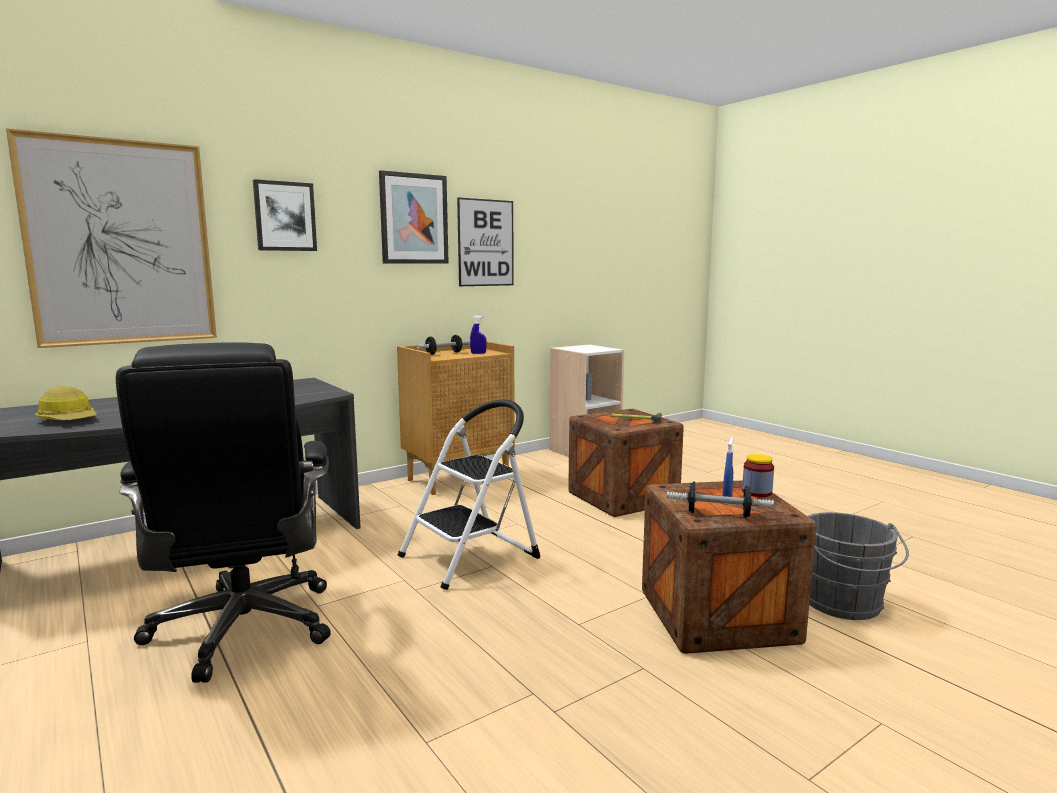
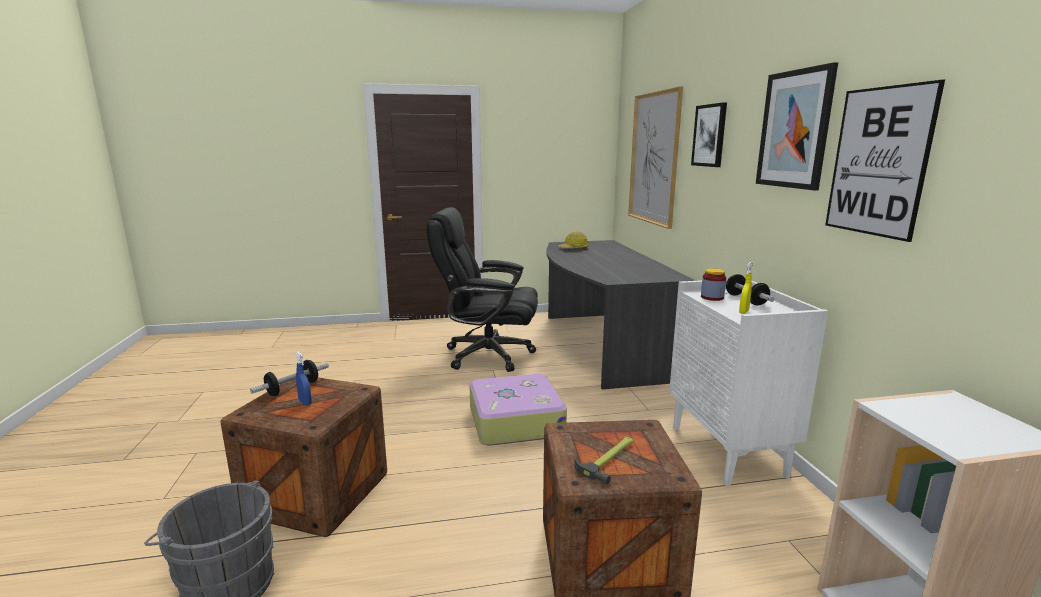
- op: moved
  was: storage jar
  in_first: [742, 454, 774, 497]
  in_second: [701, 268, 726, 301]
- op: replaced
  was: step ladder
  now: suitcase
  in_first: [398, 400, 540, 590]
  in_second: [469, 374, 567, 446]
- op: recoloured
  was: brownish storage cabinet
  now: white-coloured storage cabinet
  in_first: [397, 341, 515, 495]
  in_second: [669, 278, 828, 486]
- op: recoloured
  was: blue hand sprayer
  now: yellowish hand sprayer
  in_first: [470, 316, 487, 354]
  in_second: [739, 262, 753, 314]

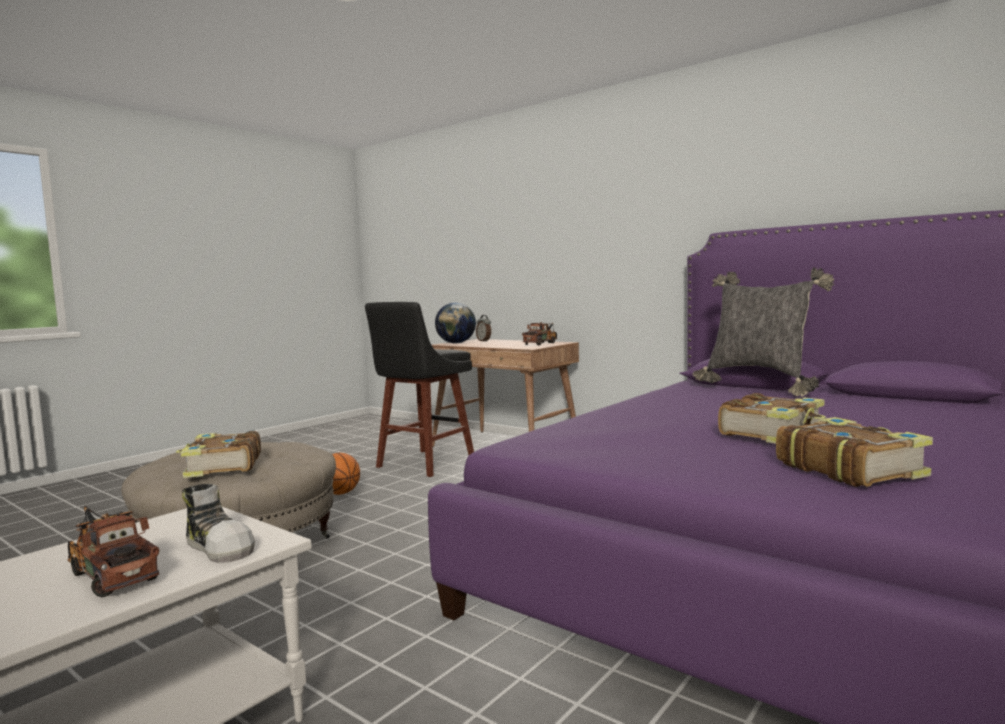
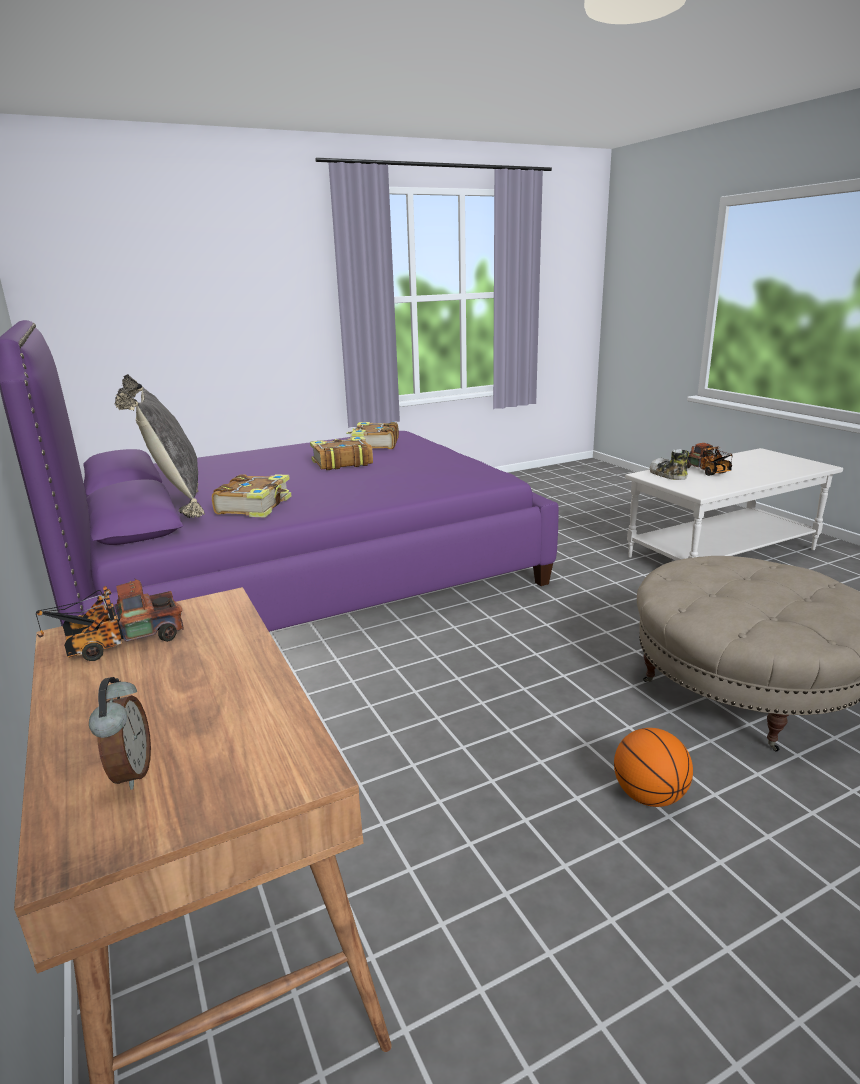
- op: removed
  was: black-coloured stool seat
  in_first: [365, 302, 474, 477]
- op: removed
  was: world globe
  in_first: [435, 303, 476, 343]
- op: moved
  was: bound book
  in_first: [176, 430, 261, 478]
  in_second: [212, 474, 291, 518]

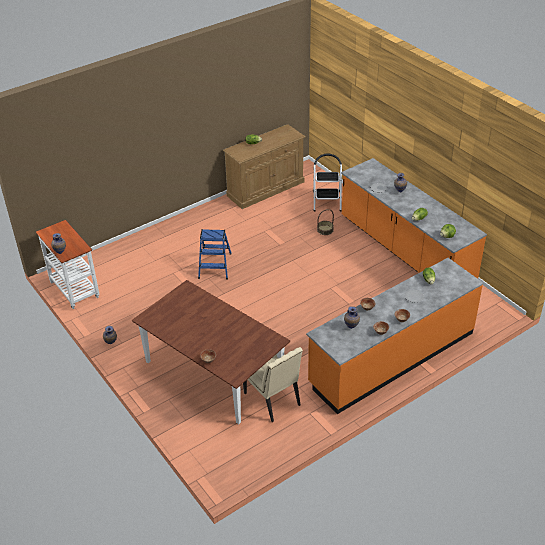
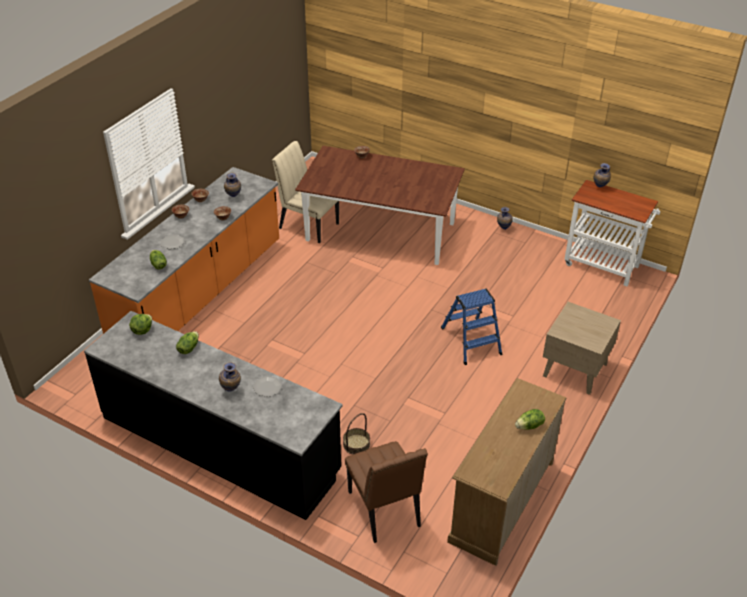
- op: added
  now: sand-coloured night table
  in_second: [543, 302, 621, 395]
- op: replaced
  was: step ladder
  now: brownish upright chair
  in_first: [313, 153, 342, 211]
  in_second: [345, 441, 428, 543]
- op: recoloured
  was: orange kitchen base unit
  now: black-coloured kitchen base unit
  in_first: [341, 158, 487, 279]
  in_second: [84, 311, 343, 520]

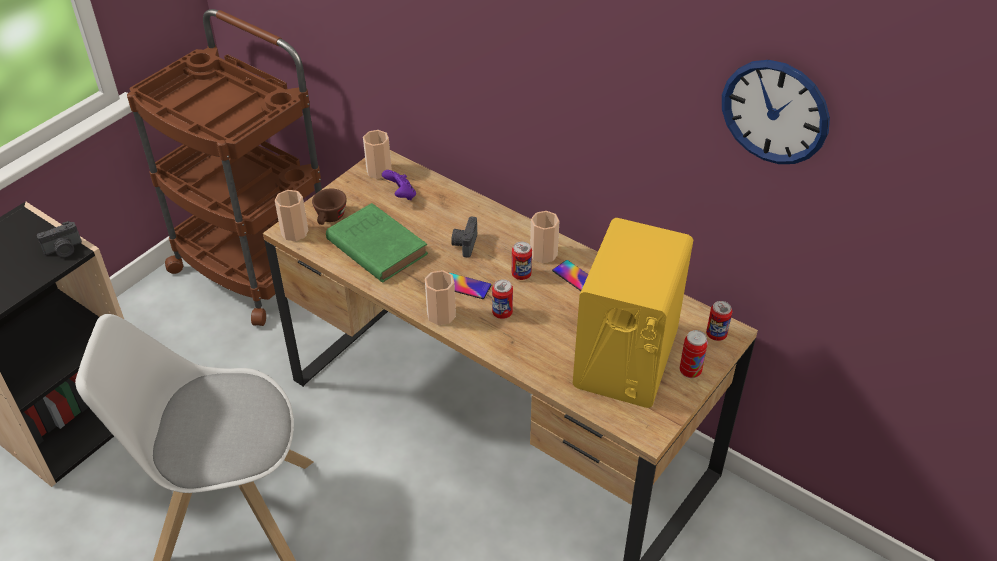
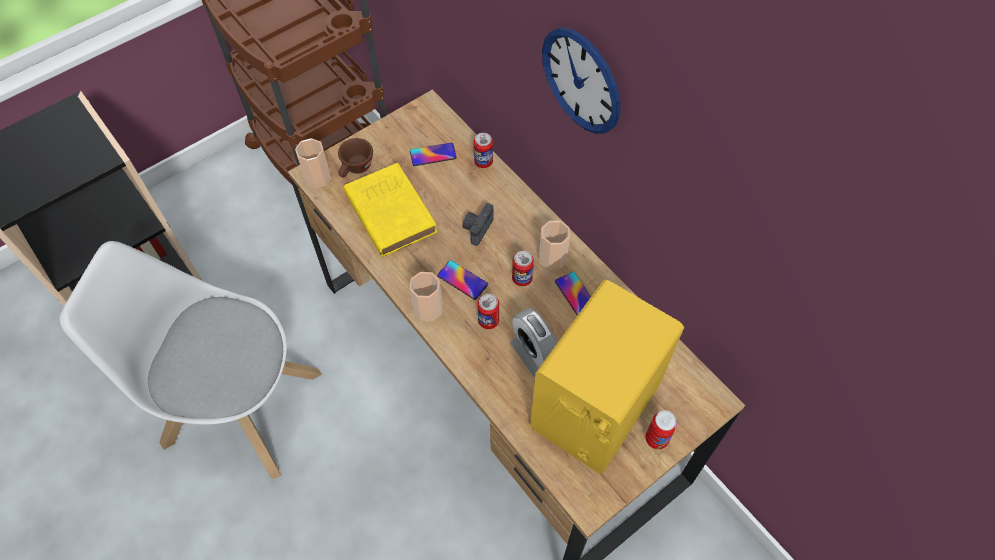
- op: removed
  was: still camera
  in_first: [37, 221, 82, 257]
- op: removed
  was: cup
  in_first: [363, 130, 392, 179]
- op: added
  now: alarm clock
  in_second: [510, 308, 557, 377]
- op: moved
  was: can
  in_first: [706, 301, 732, 341]
  in_second: [474, 133, 493, 168]
- op: moved
  was: wall clock
  in_first: [722, 60, 830, 164]
  in_second: [542, 27, 620, 134]
- op: replaced
  was: purple-coloured game controller
  now: telephone
  in_first: [382, 170, 416, 200]
  in_second: [410, 143, 457, 166]
- op: recoloured
  was: green bound book
  now: yellowish bound book
  in_first: [326, 203, 428, 283]
  in_second: [344, 163, 438, 257]

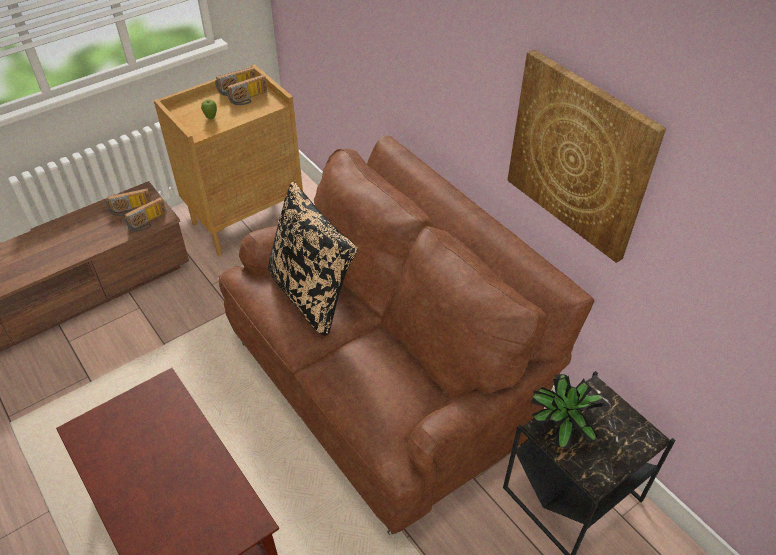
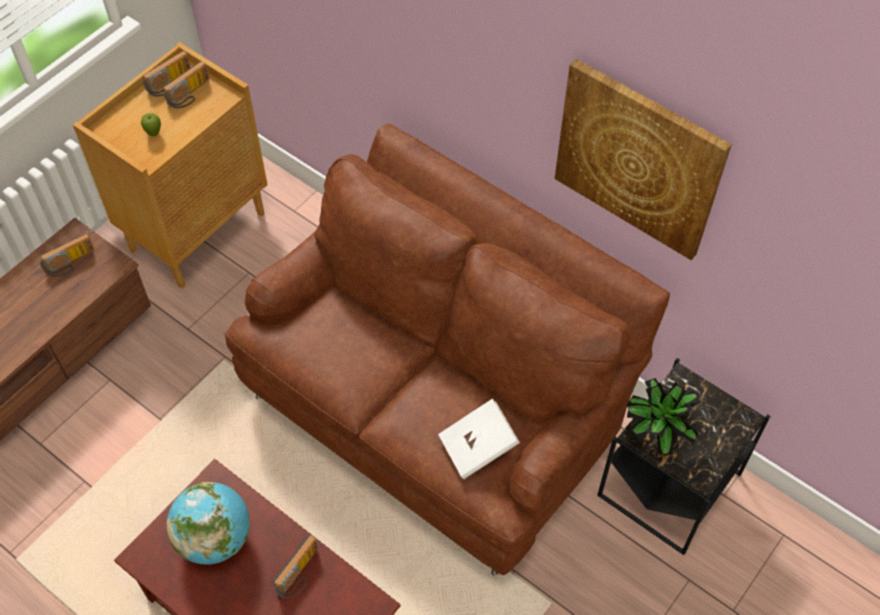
- op: removed
  was: black-coloured pillow
  in_first: [268, 182, 357, 336]
- op: added
  now: world globe
  in_second: [166, 482, 250, 564]
- op: added
  now: white-coloured bound book
  in_second: [438, 399, 520, 479]
- op: moved
  was: radio set
  in_first: [124, 197, 166, 232]
  in_second: [273, 535, 318, 599]

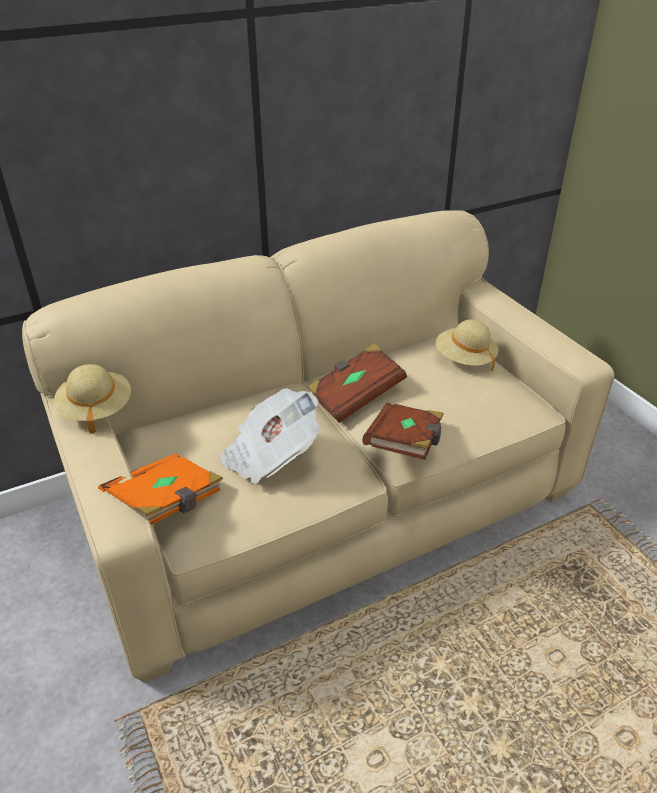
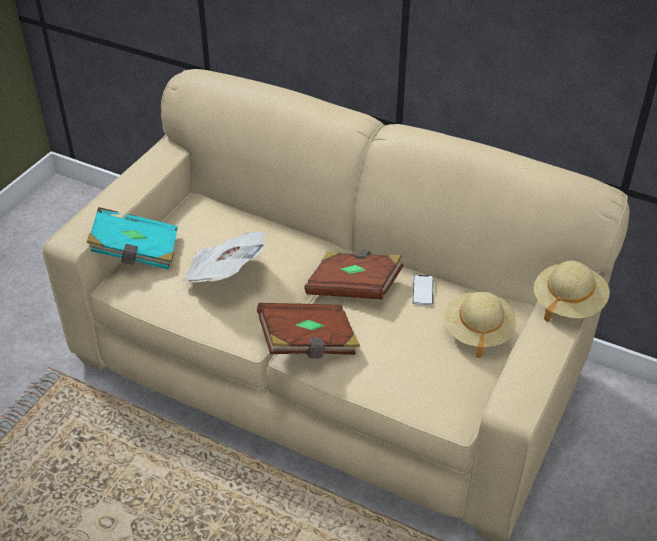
- op: added
  now: telephone
  in_second: [412, 274, 434, 305]
- op: moved
  was: sand-coloured wearable hat
  in_first: [54, 364, 131, 434]
  in_second: [533, 261, 610, 323]
- op: recoloured
  was: orange bound book
  now: turquoise-coloured bound book
  in_first: [98, 453, 223, 525]
  in_second: [87, 207, 178, 270]

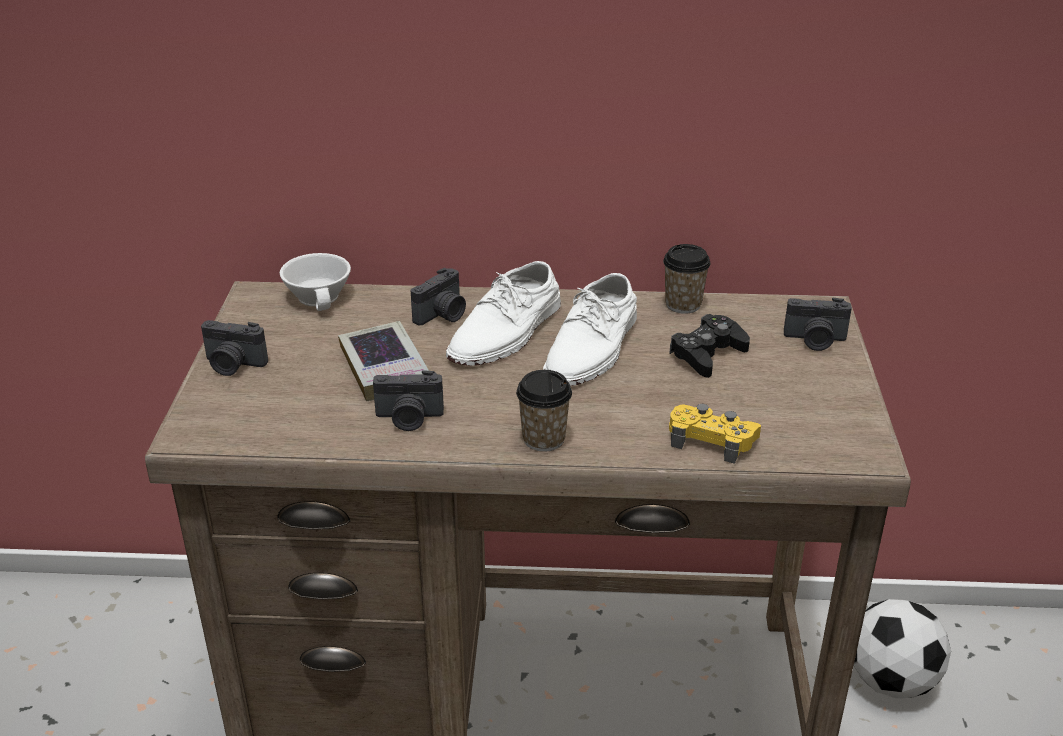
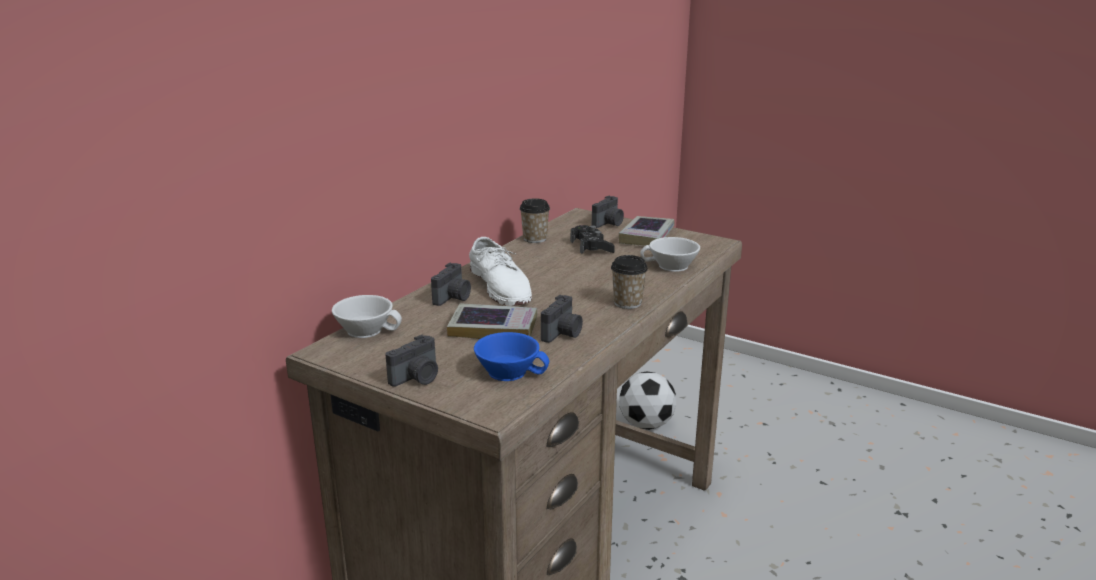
- op: removed
  was: white-coloured item of footwear
  in_first: [543, 273, 637, 386]
- op: added
  now: blue cup
  in_second: [474, 332, 549, 381]
- op: added
  now: bound book
  in_second: [619, 216, 675, 246]
- op: replaced
  was: yellowish game controller
  now: white-coloured cup
  in_first: [669, 404, 761, 464]
  in_second: [641, 237, 700, 272]
- op: turned
  was: still camera
  in_first: [411, 268, 466, 325]
  in_second: [431, 263, 471, 306]
  clockwise: 45

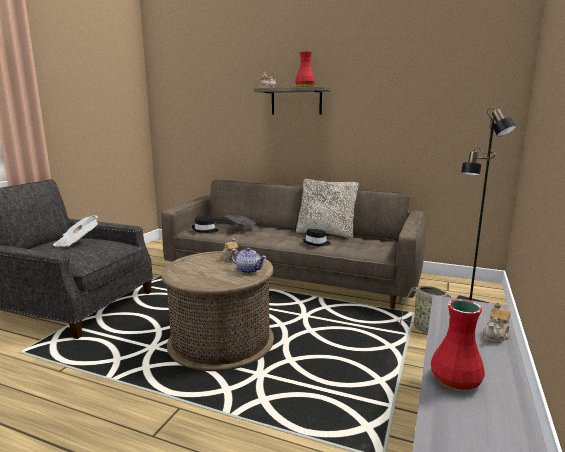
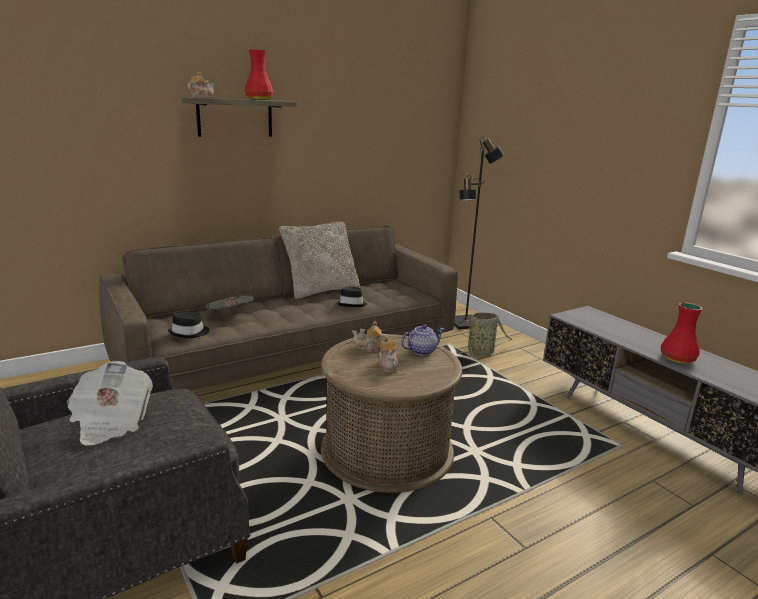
- op: moved
  was: teapot
  in_first: [483, 302, 511, 343]
  in_second: [379, 336, 399, 373]

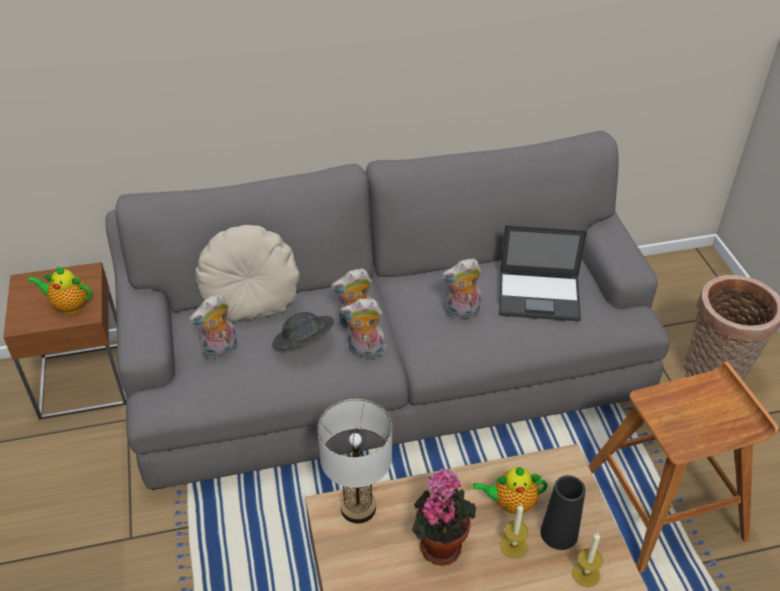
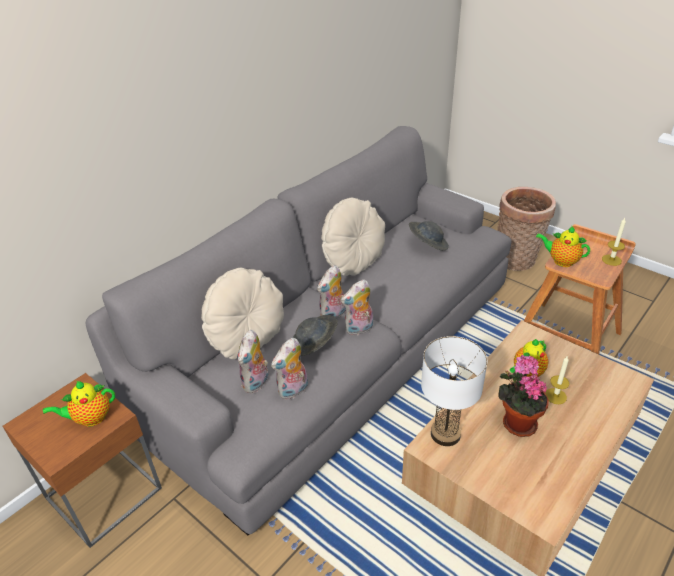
- op: removed
  was: black-coloured vase
  in_first: [540, 475, 586, 550]
- op: added
  now: sand-coloured pillow
  in_second: [321, 198, 385, 276]
- op: added
  now: teapot
  in_second: [536, 226, 590, 267]
- op: moved
  was: cuddly toy
  in_first: [441, 258, 481, 319]
  in_second: [271, 338, 308, 400]
- op: moved
  was: wax light
  in_first: [572, 533, 603, 587]
  in_second: [602, 218, 626, 266]
- op: replaced
  was: laptop
  now: greyish wearable hat
  in_first: [499, 225, 587, 321]
  in_second: [409, 221, 449, 251]

